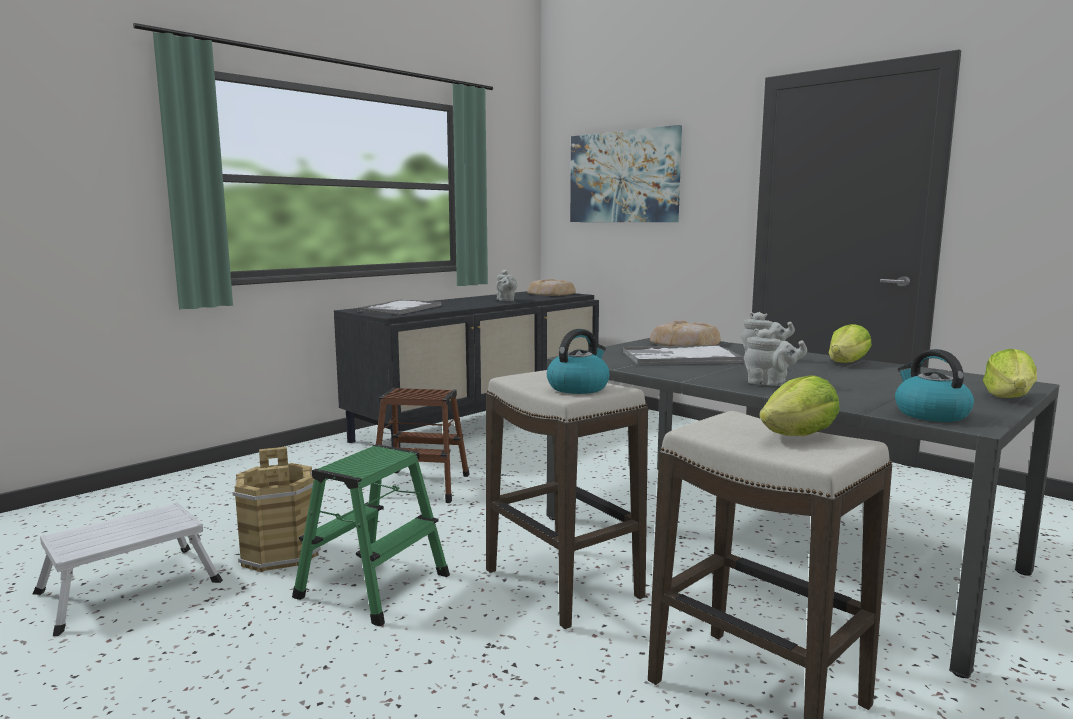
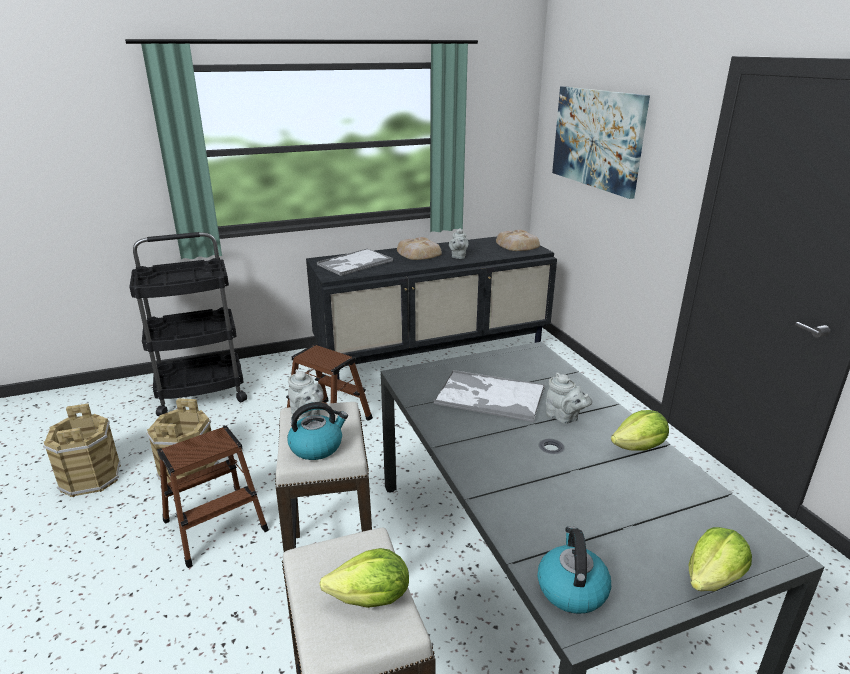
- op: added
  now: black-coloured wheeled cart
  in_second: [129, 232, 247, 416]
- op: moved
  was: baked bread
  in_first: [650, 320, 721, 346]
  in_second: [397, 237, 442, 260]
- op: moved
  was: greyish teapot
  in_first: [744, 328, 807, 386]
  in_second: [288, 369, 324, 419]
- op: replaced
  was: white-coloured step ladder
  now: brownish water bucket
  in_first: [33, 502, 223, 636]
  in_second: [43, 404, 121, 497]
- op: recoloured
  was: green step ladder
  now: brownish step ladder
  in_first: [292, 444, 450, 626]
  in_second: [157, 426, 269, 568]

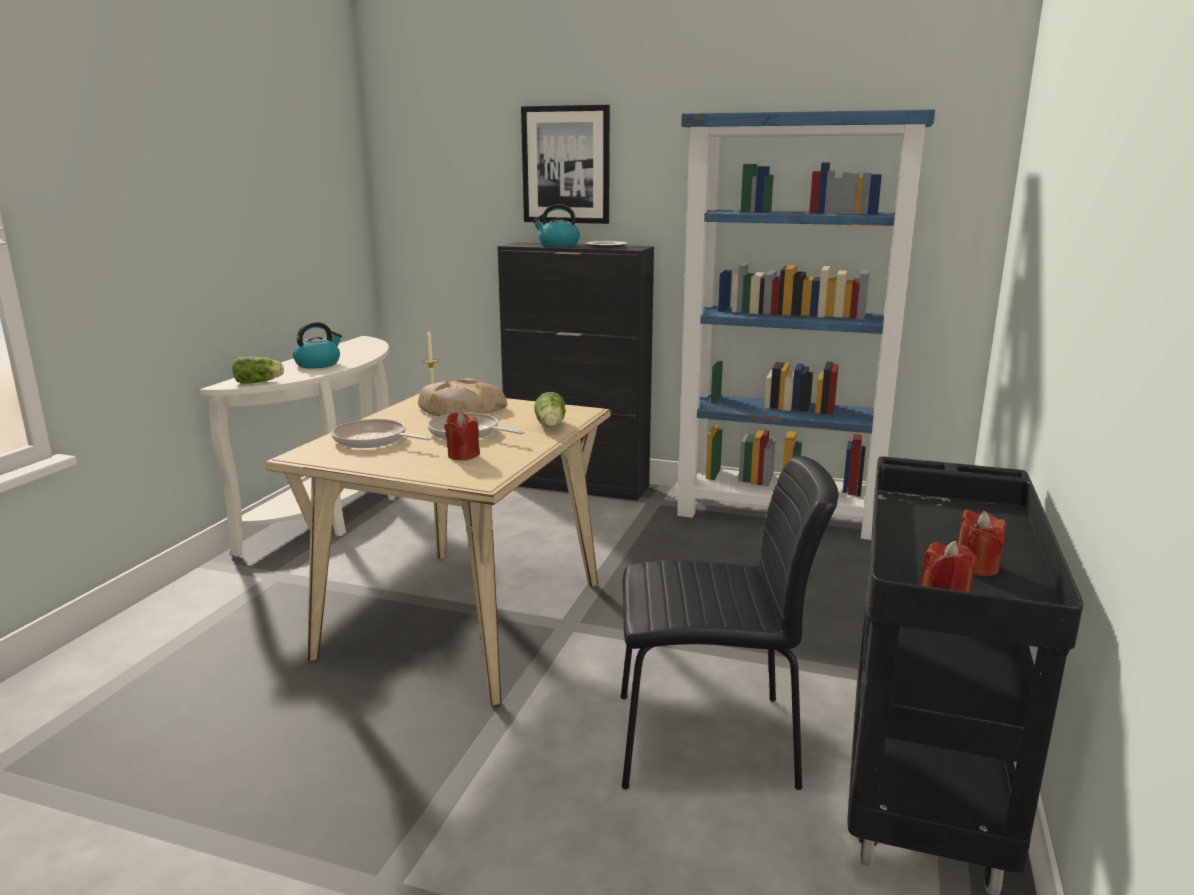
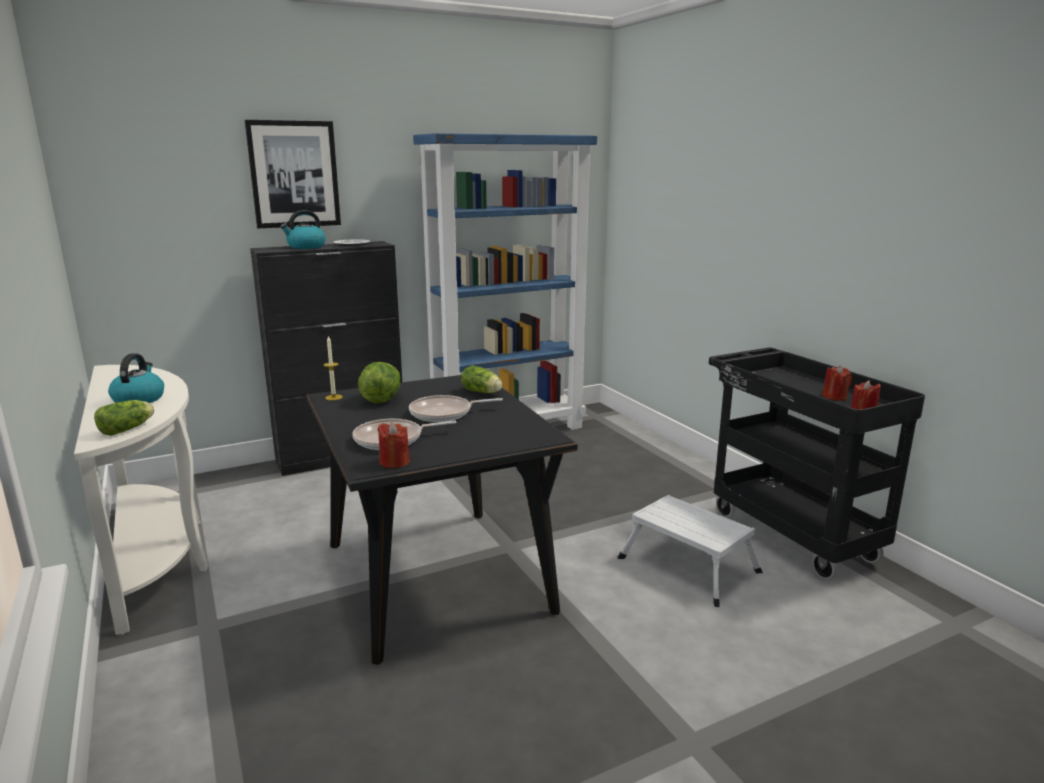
- op: moved
  was: red wax light
  in_first: [444, 412, 480, 460]
  in_second: [377, 422, 409, 468]
- op: replaced
  was: baked bread
  now: lettuce
  in_first: [418, 378, 507, 417]
  in_second: [358, 362, 401, 403]
- op: replaced
  was: black-coloured upright chair
  now: white-coloured step ladder
  in_first: [621, 456, 838, 790]
  in_second: [618, 495, 763, 607]
- op: recoloured
  was: sand-coloured dining table
  now: black-coloured dining table
  in_first: [265, 394, 611, 705]
  in_second: [307, 375, 578, 665]

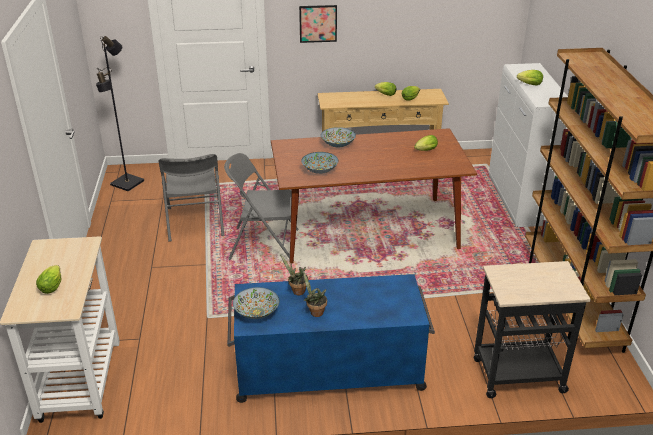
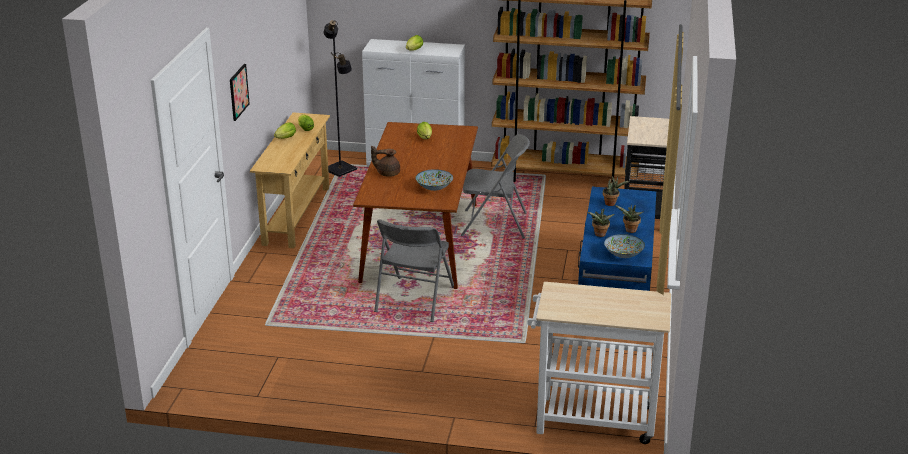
- op: removed
  was: lettuce
  in_first: [36, 265, 61, 294]
- op: added
  now: houseplant
  in_second: [603, 176, 629, 206]
- op: moved
  was: black-coloured standing lamp
  in_first: [96, 36, 144, 191]
  in_second: [324, 20, 357, 177]
- op: moved
  was: greyish upright chair
  in_first: [158, 154, 225, 242]
  in_second: [461, 134, 530, 239]
- op: replaced
  was: serving bowl
  now: brownish teapot
  in_first: [321, 127, 356, 147]
  in_second: [371, 146, 400, 177]

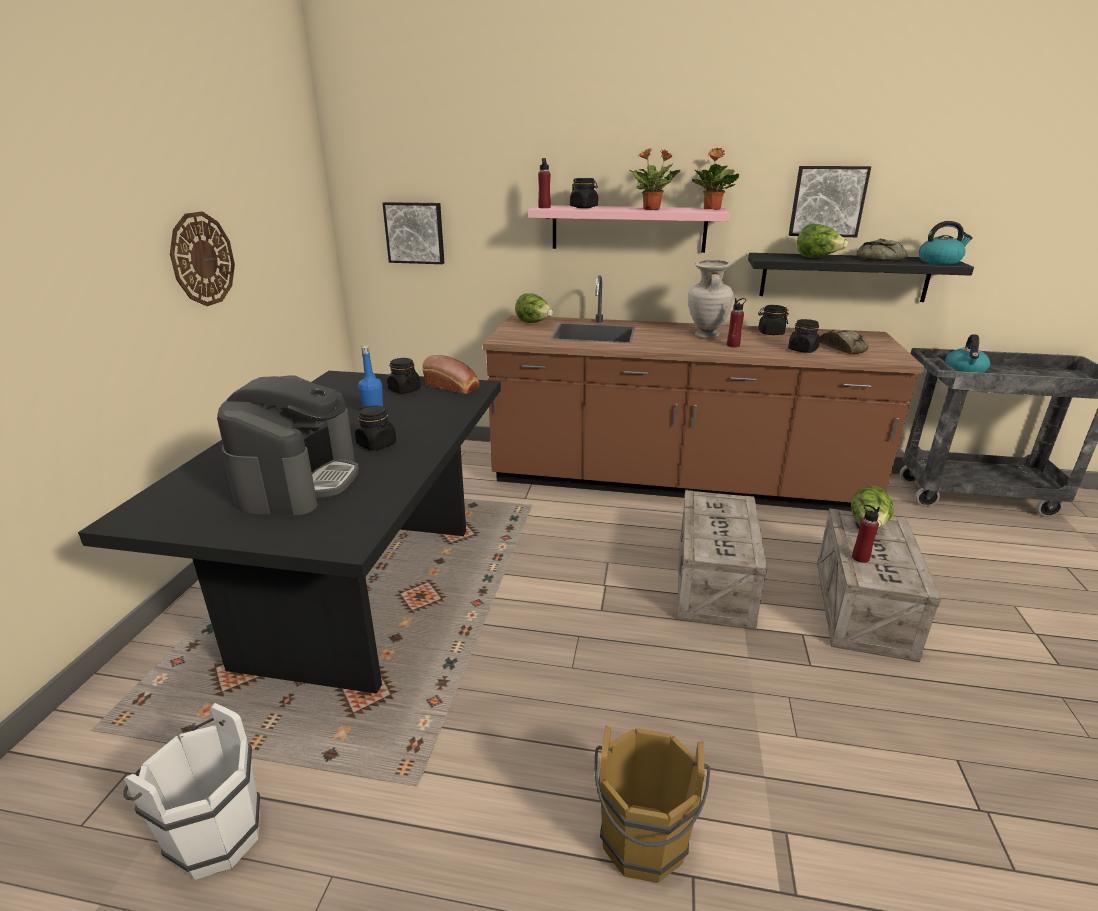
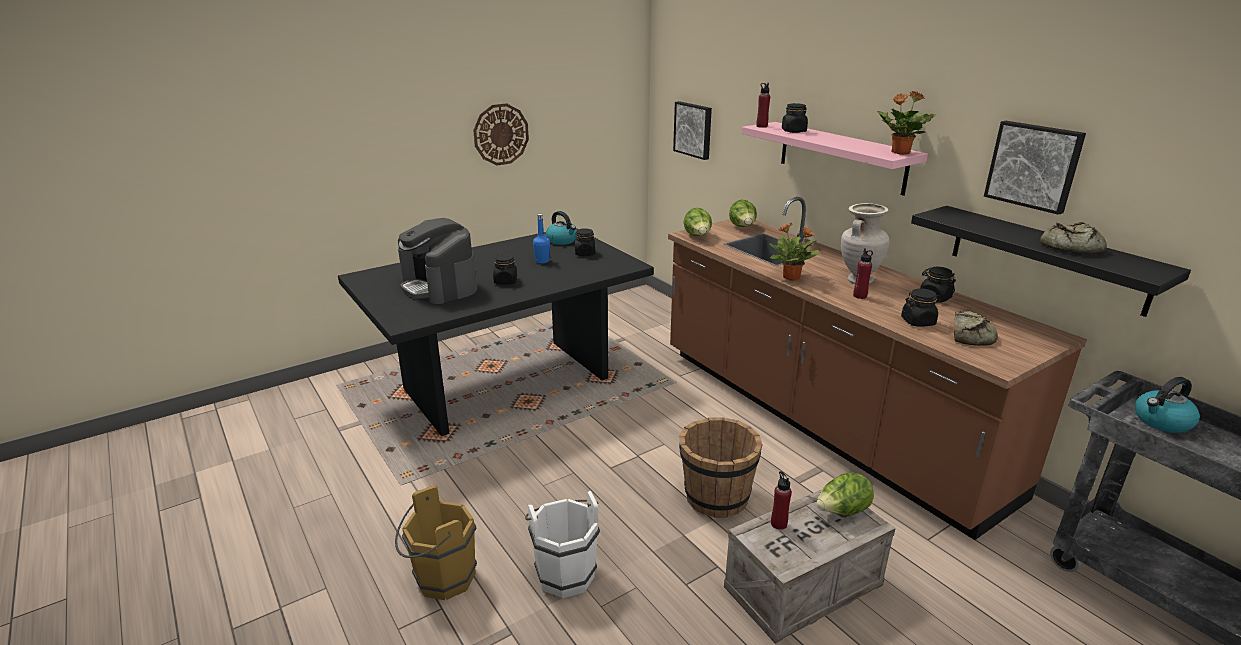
- op: removed
  was: baked bread
  in_first: [423, 355, 479, 394]
- op: moved
  was: white-coloured water bucket
  in_first: [123, 703, 260, 880]
  in_second: [525, 490, 600, 598]
- op: moved
  was: houseplant
  in_first: [629, 148, 680, 210]
  in_second: [769, 223, 821, 281]
- op: moved
  was: lettuce
  in_first: [797, 224, 848, 258]
  in_second: [684, 207, 712, 236]
- op: moved
  was: water kettle
  in_first: [919, 221, 973, 264]
  in_second: [546, 211, 577, 245]
- op: replaced
  was: packing crate
  now: brownish water bucket
  in_first: [677, 490, 767, 630]
  in_second: [679, 417, 763, 518]
- op: turned
  was: coffee brewer
  in_first: [217, 375, 359, 515]
  in_second: [398, 218, 477, 304]
  clockwise: 90

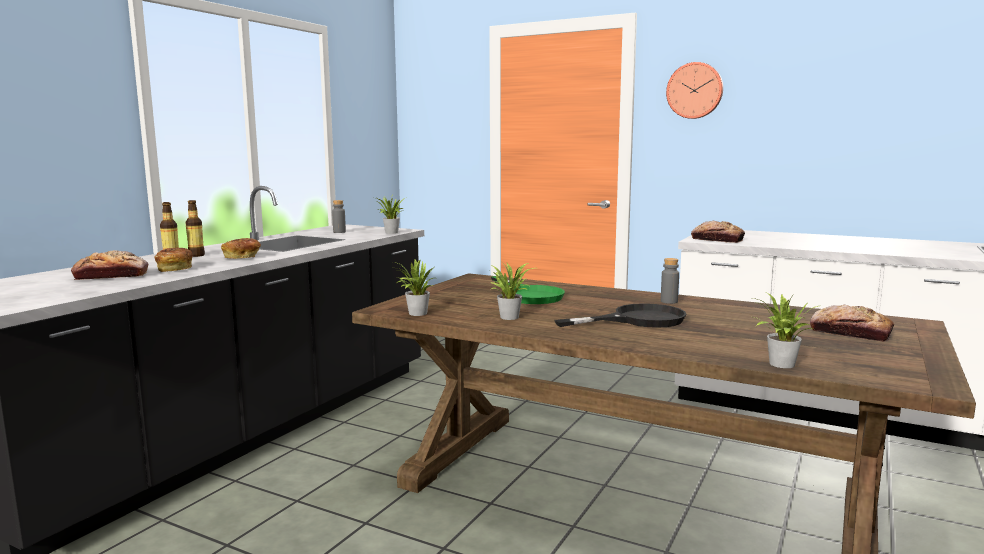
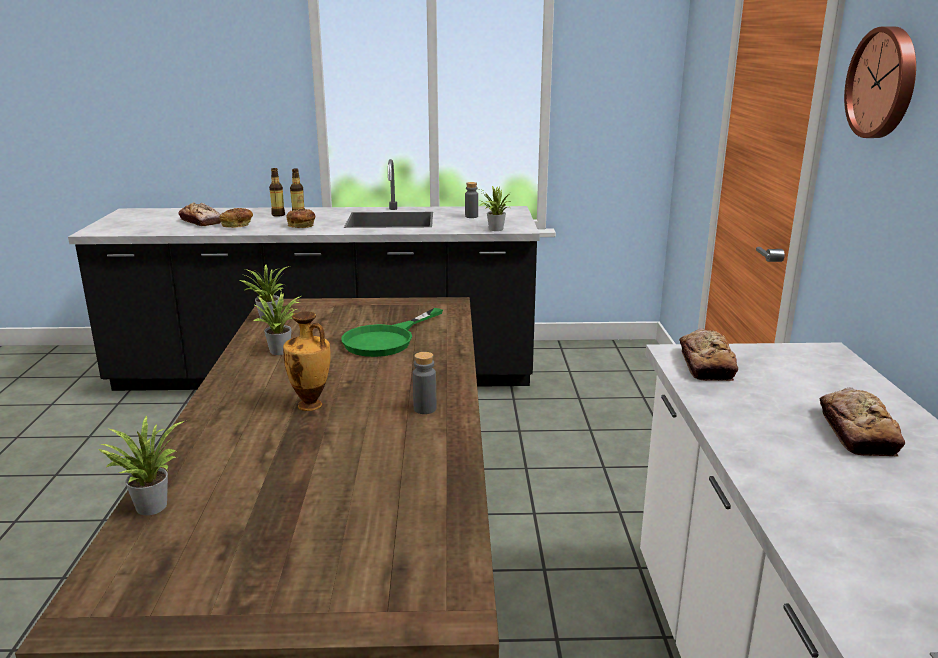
- op: moved
  was: baked bread
  in_first: [810, 305, 894, 342]
  in_second: [820, 388, 905, 456]
- op: replaced
  was: black-coloured pan
  now: vase
  in_first: [554, 303, 686, 328]
  in_second: [283, 311, 330, 411]

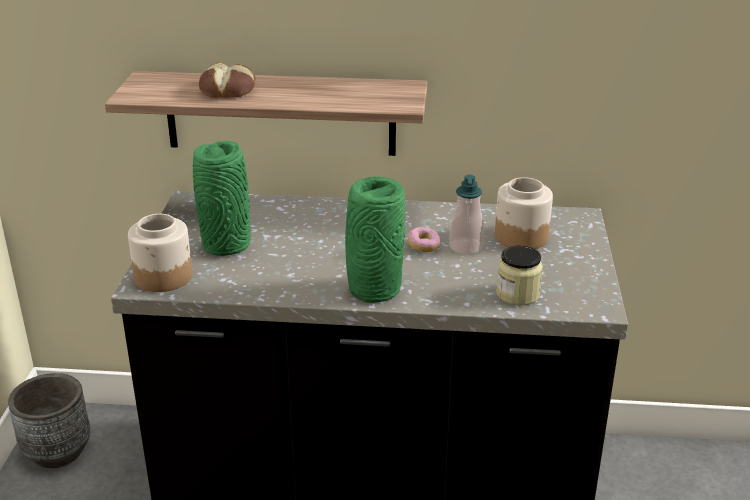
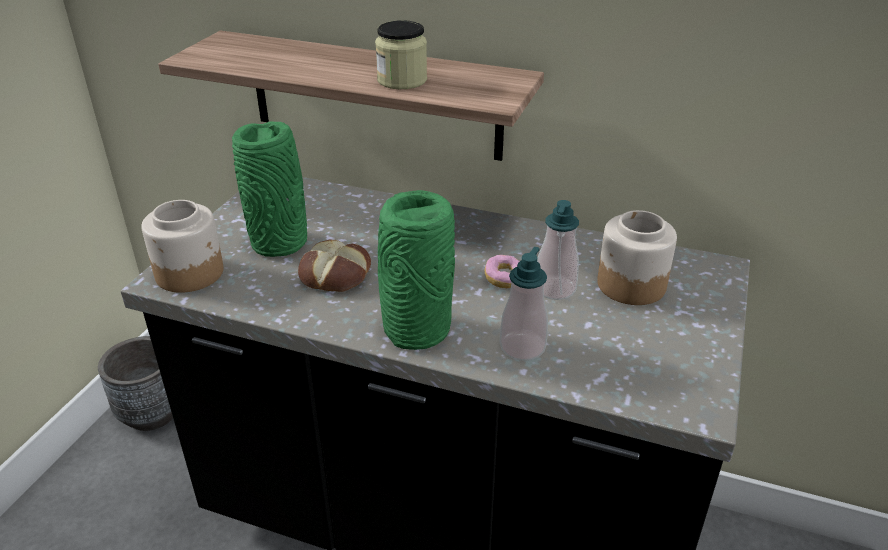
- op: added
  now: liquid soap bottle
  in_second: [500, 247, 548, 361]
- op: moved
  was: baked bread
  in_first: [199, 62, 256, 98]
  in_second: [298, 239, 371, 292]
- op: moved
  was: storage jar
  in_first: [496, 245, 543, 305]
  in_second: [375, 20, 427, 89]

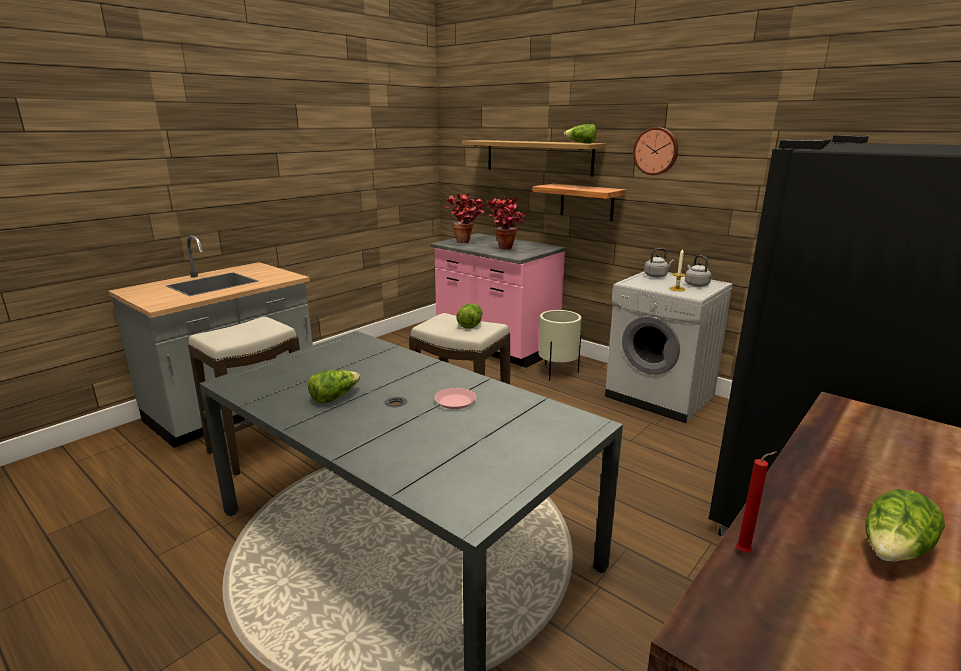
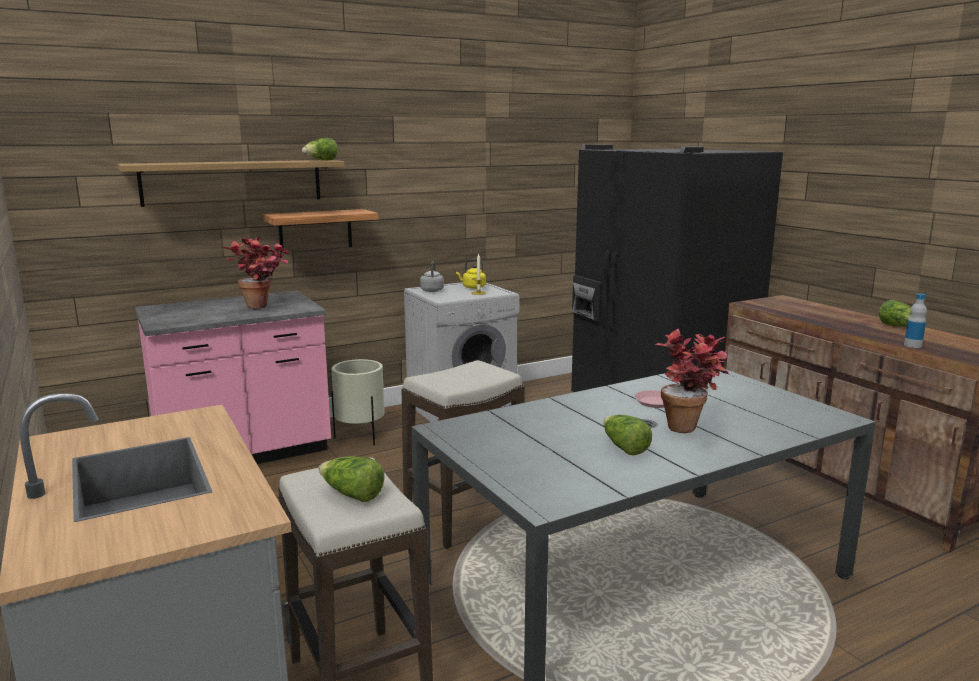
- op: removed
  was: wall clock
  in_first: [633, 127, 678, 175]
- op: moved
  was: houseplant
  in_first: [443, 193, 486, 243]
  in_second: [655, 329, 729, 433]
- op: moved
  was: lettuce
  in_first: [456, 303, 483, 329]
  in_second: [319, 457, 384, 502]
- op: replaced
  was: red wax light
  now: bottle
  in_first: [736, 451, 777, 553]
  in_second: [904, 293, 927, 348]
- op: recoloured
  was: greyish water kettle
  now: yellowish water kettle
  in_first: [685, 255, 711, 287]
  in_second: [456, 259, 486, 289]

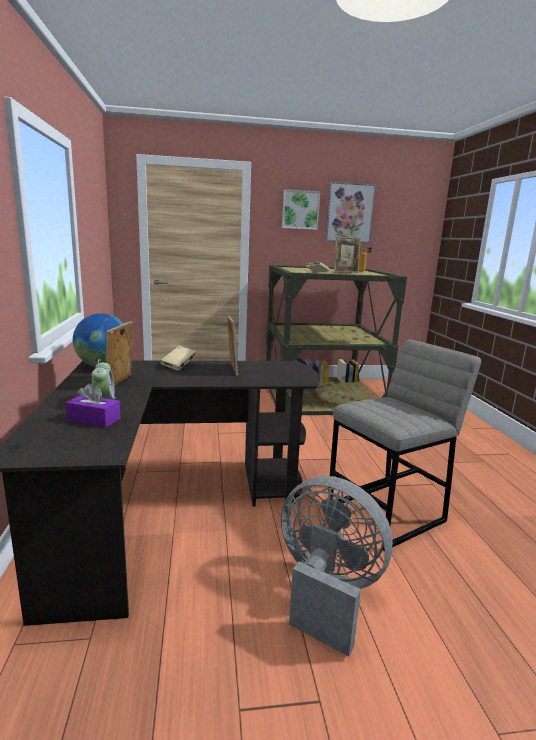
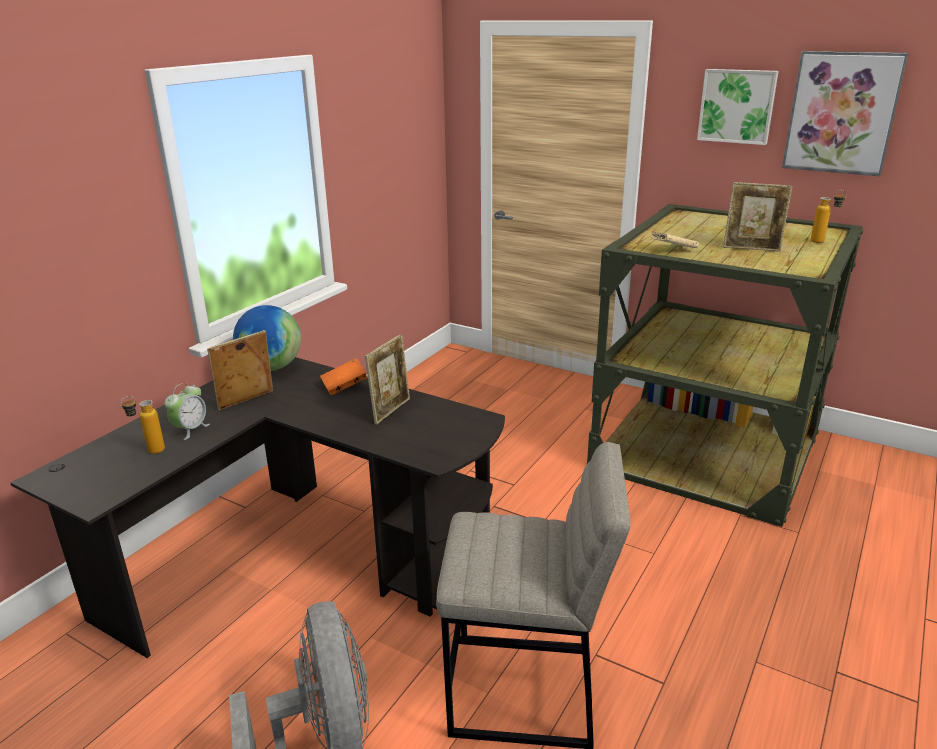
- op: replaced
  was: purple-coloured tissue holder
  now: bottle
  in_first: [66, 383, 121, 428]
  in_second: [121, 396, 165, 454]
- op: recoloured
  was: sand-coloured bound book
  now: orange bound book
  in_first: [160, 346, 196, 370]
  in_second: [320, 358, 367, 395]

